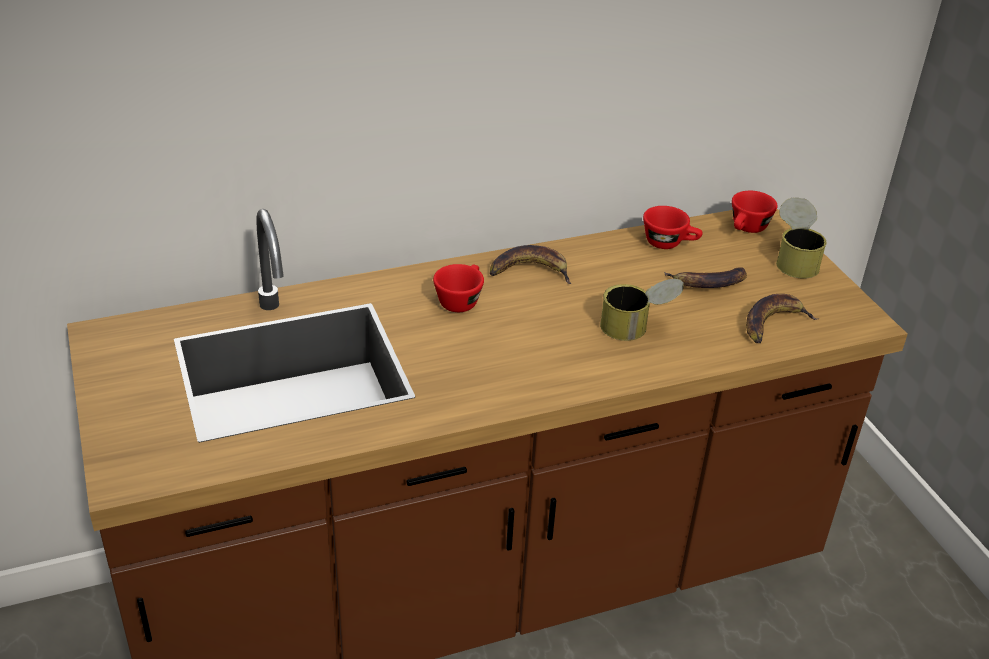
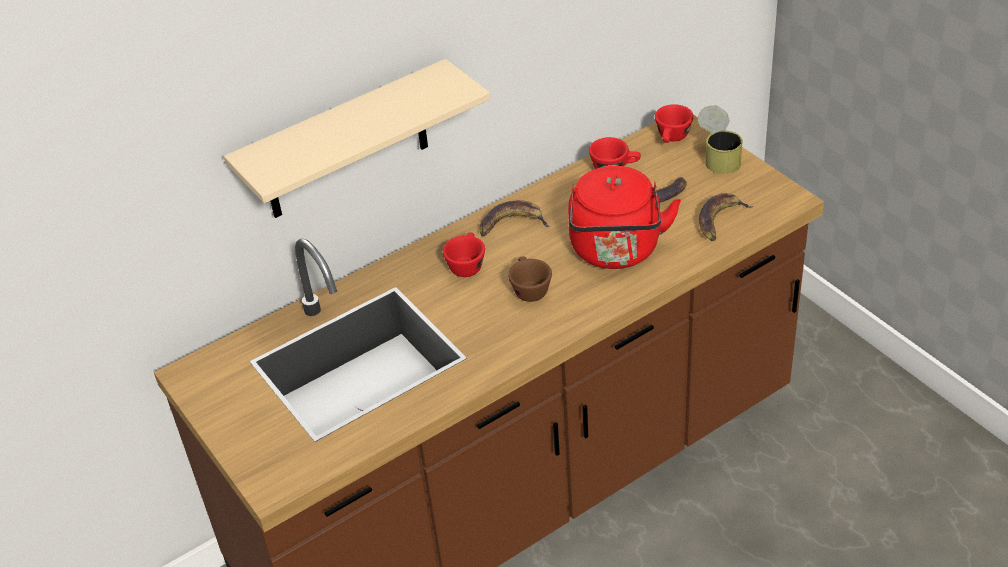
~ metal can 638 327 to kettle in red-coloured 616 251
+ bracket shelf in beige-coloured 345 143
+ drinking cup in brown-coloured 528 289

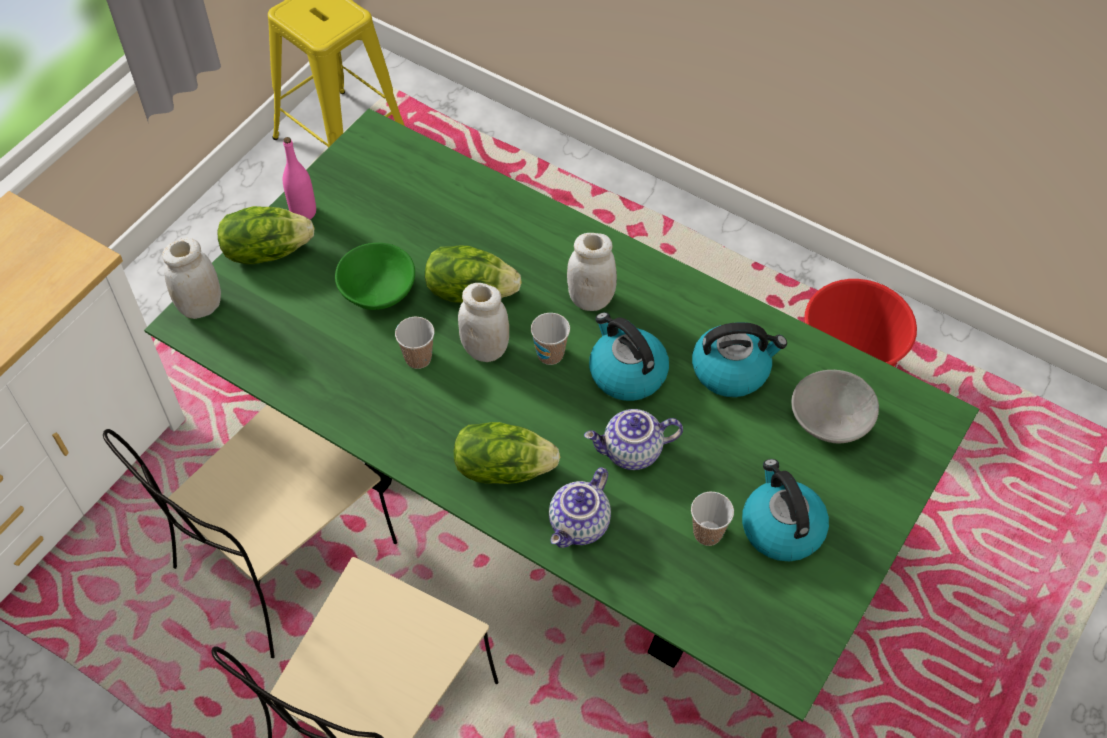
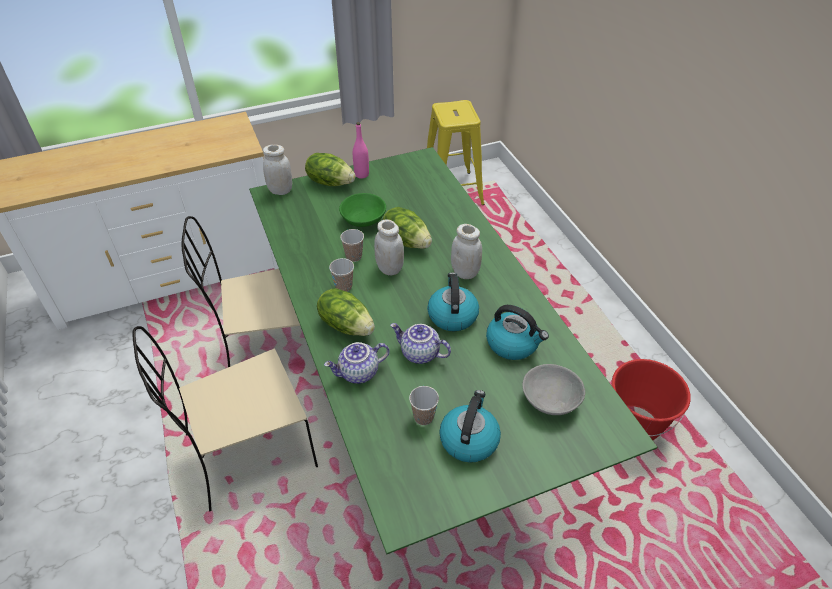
~ drinking cup 550 354 to 343 286

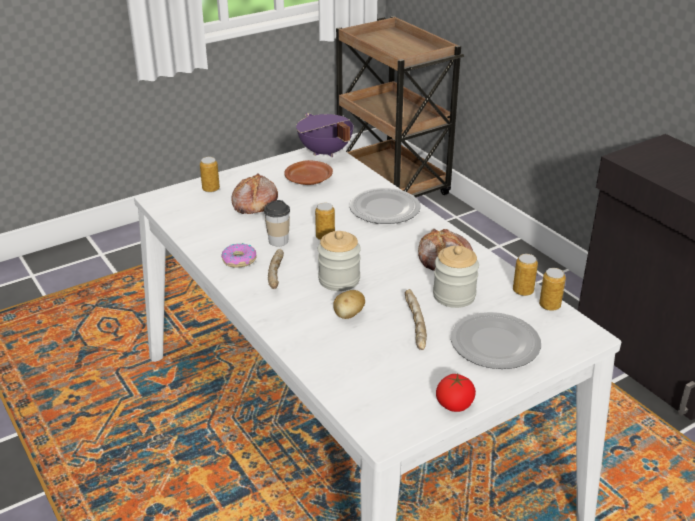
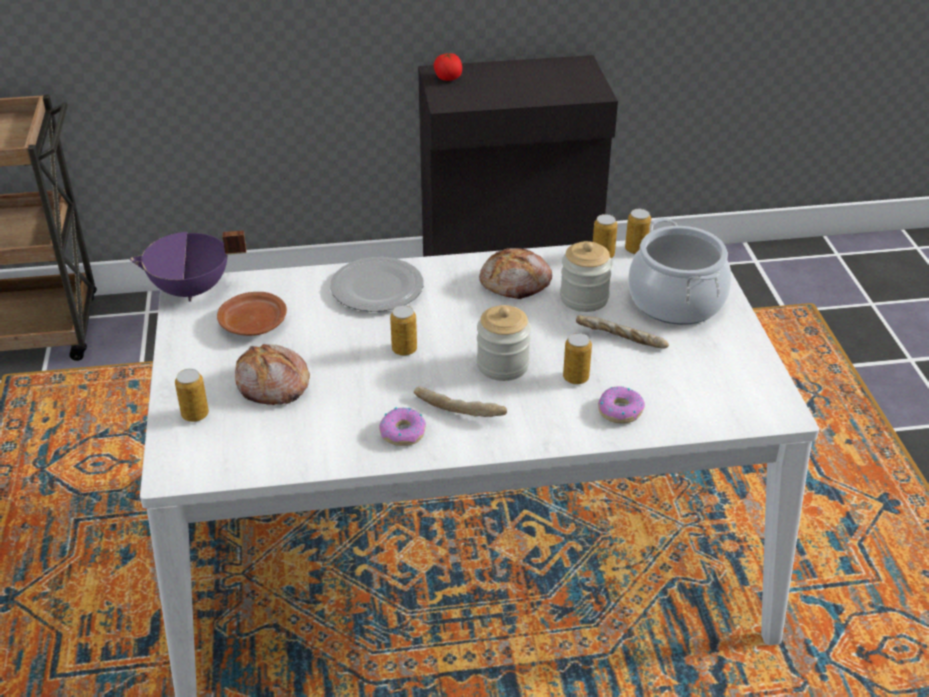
- drinking cup 278 241
~ whole potato 349 315 to metal can 575 378
~ flat dish 495 343 to stockpot 676 301
~ fresh tomato 454 405 to 448 78
+ ring doughnut 620 410

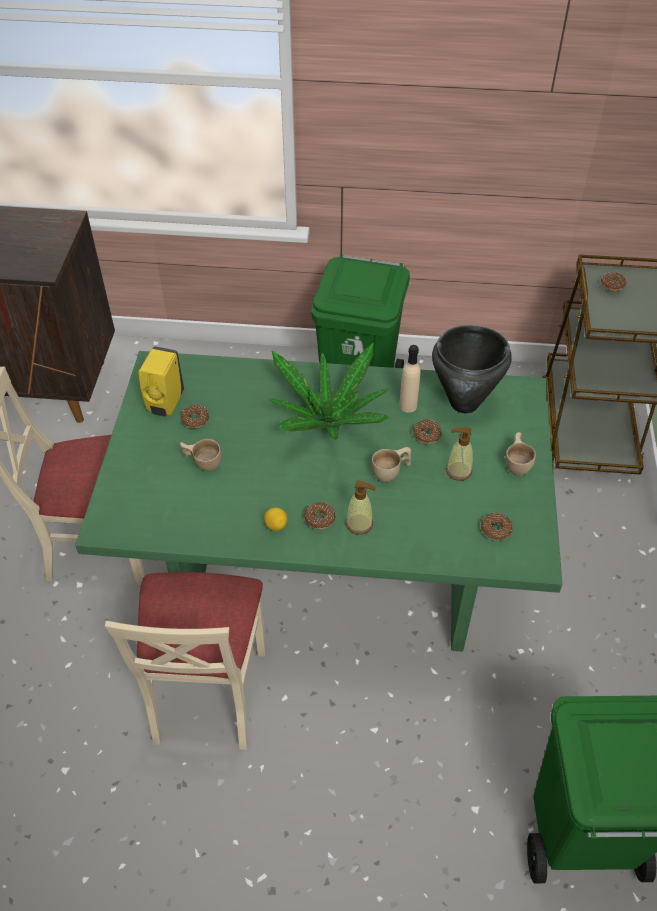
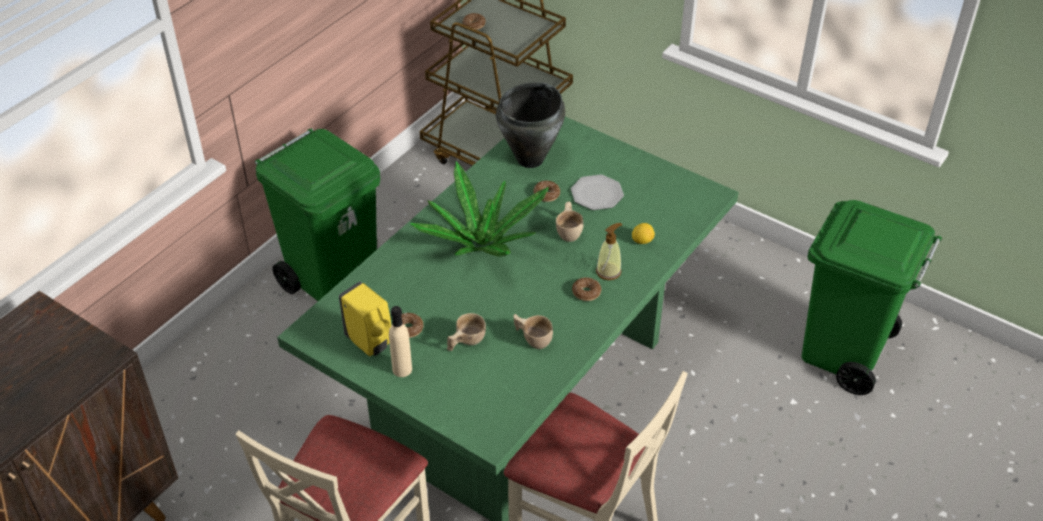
~ bottle in beige-coloured 408 406 to 402 369
~ soap bottle 458 471 to flat dish 597 194
~ drinking cup in beige-coloured 518 463 to 532 338
~ whole lemon 276 525 to 642 241
- ring doughnut 495 530

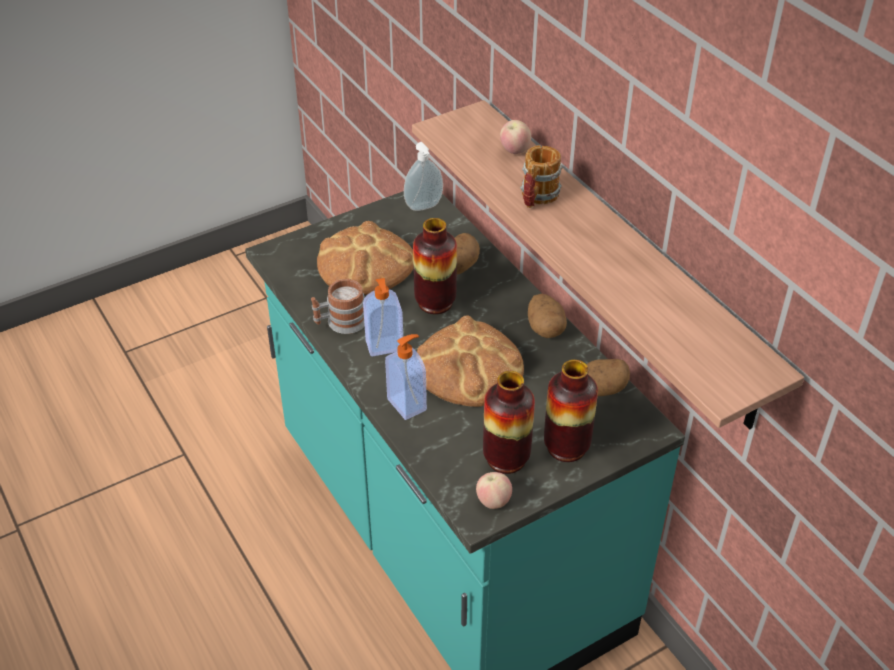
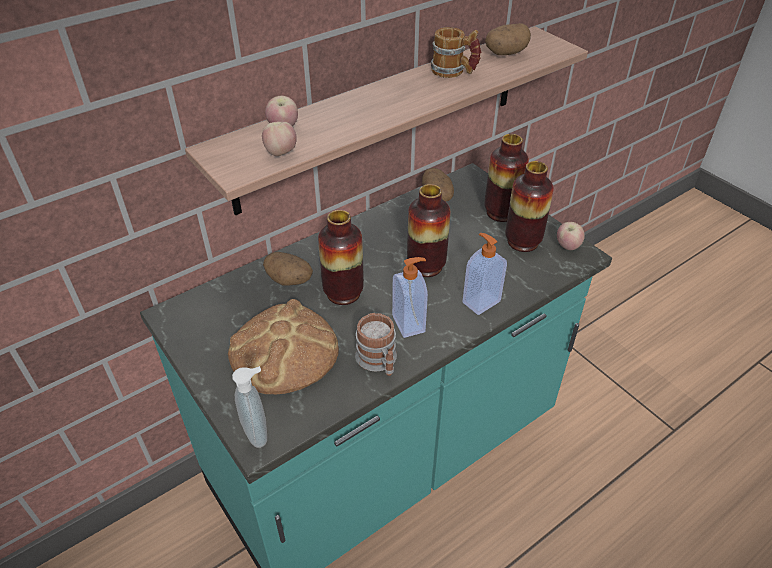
~ soap bottle 424 207 to 258 432
~ coffee mug 537 198 to 454 72
~ whole potato 545 328 to 505 53
~ baked bread 469 367 to vase 426 266
+ apple fruit 281 153

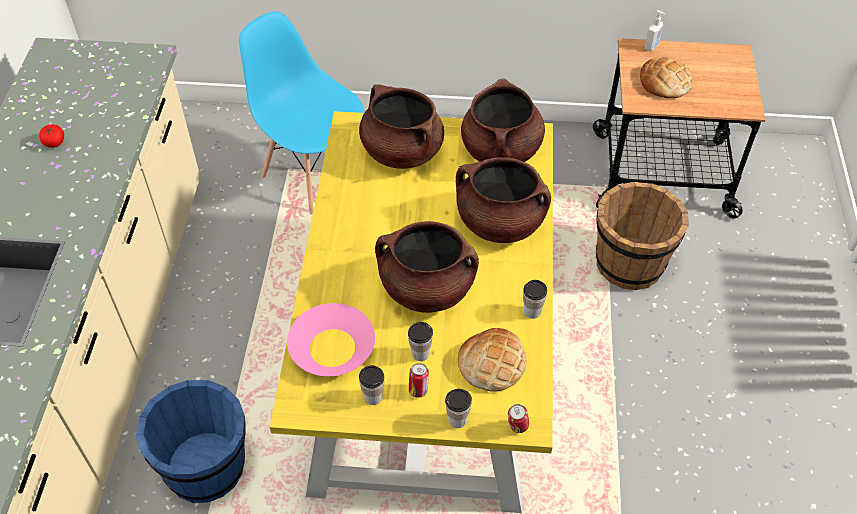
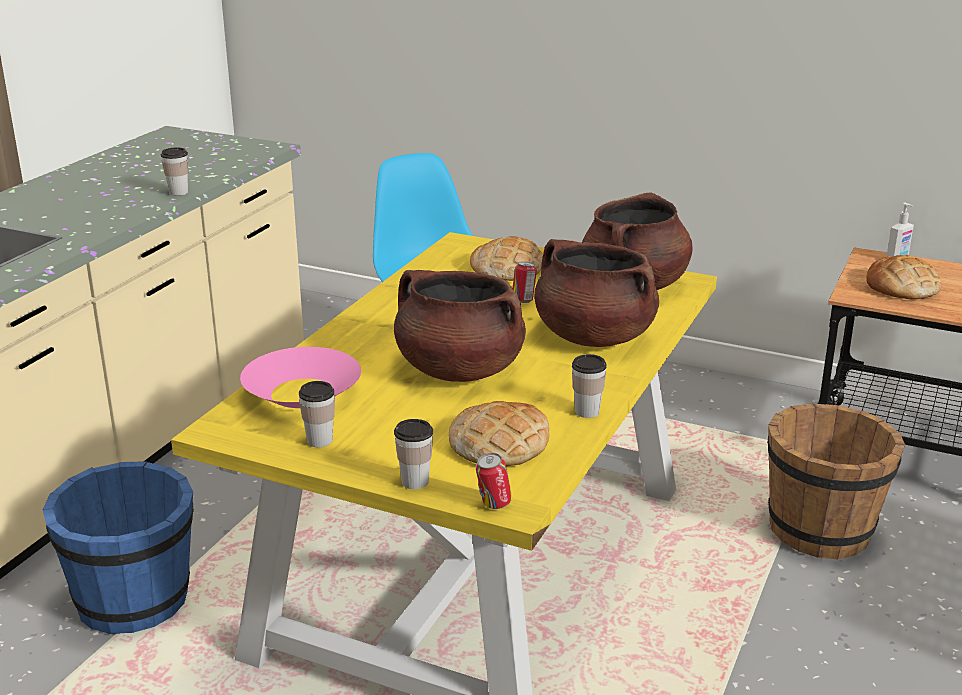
~ stockpot in brown-coloured 401 151 to baked bread 507 268
- fresh tomato 54 142
~ drinking cup 420 353 to 178 192
~ metal can 418 390 to 523 301

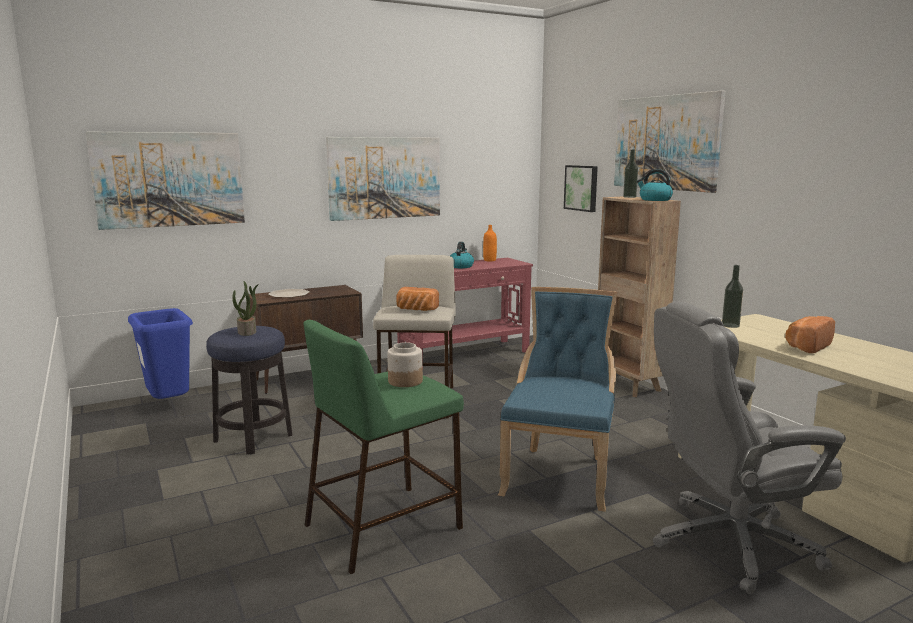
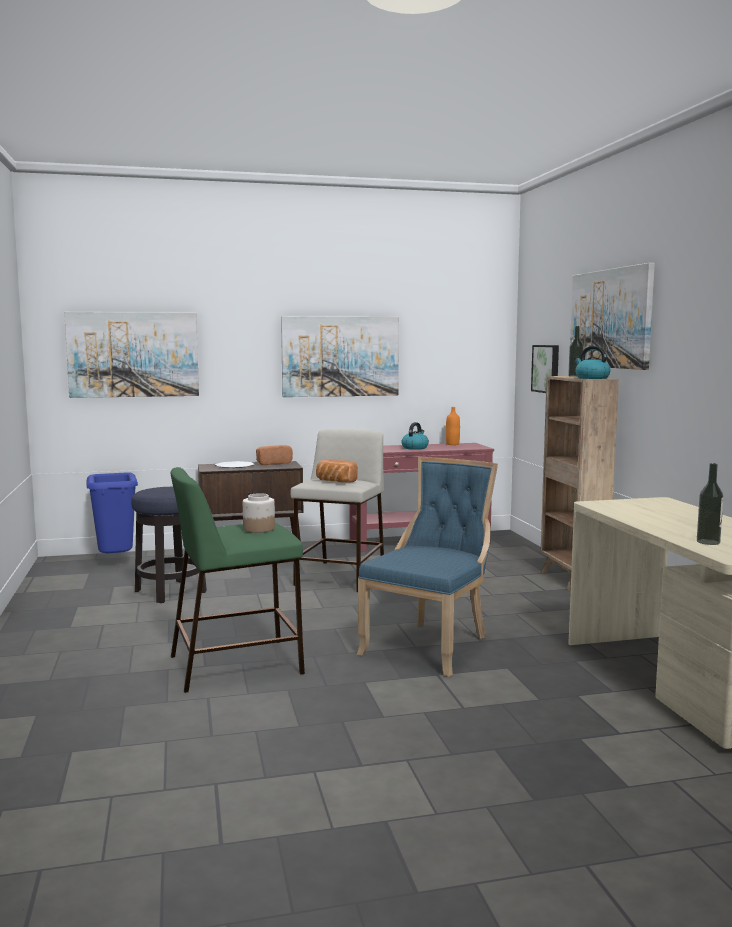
~ bottle 730 325 to 708 542
- houseplant 247 332
- office chair in gray 730 543
~ baked bread 806 346 to 272 463

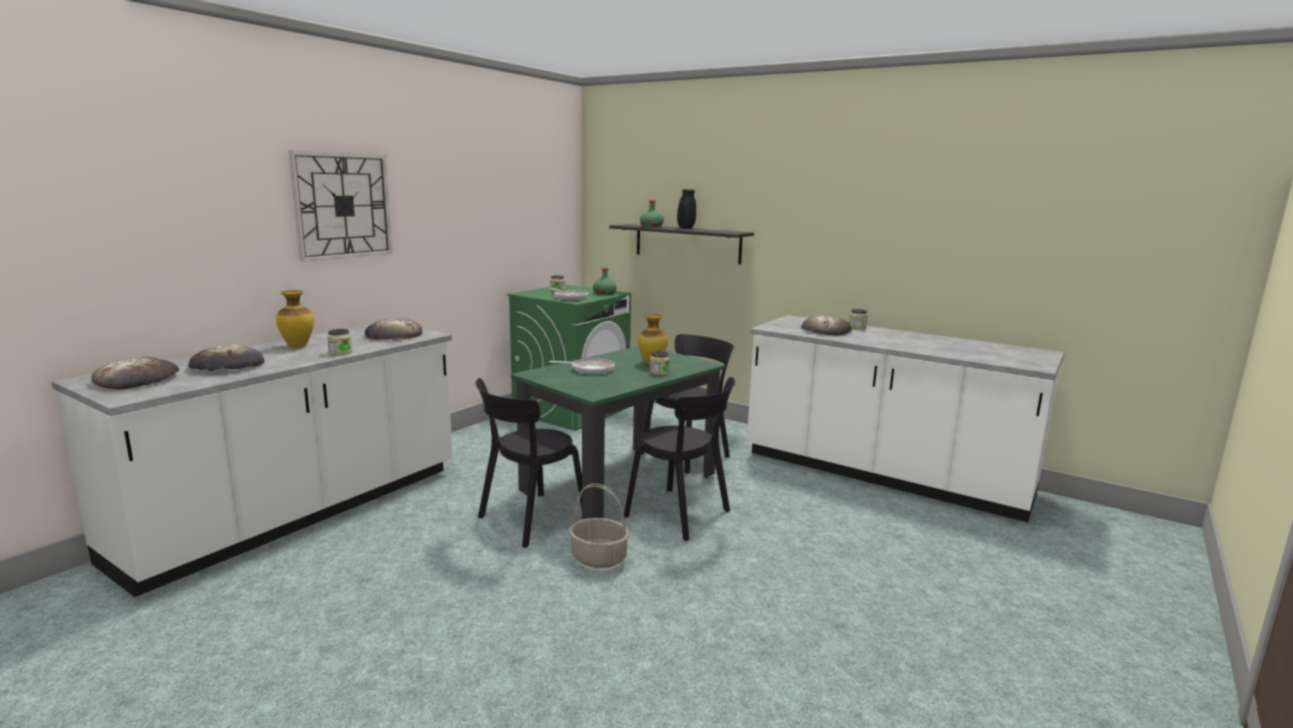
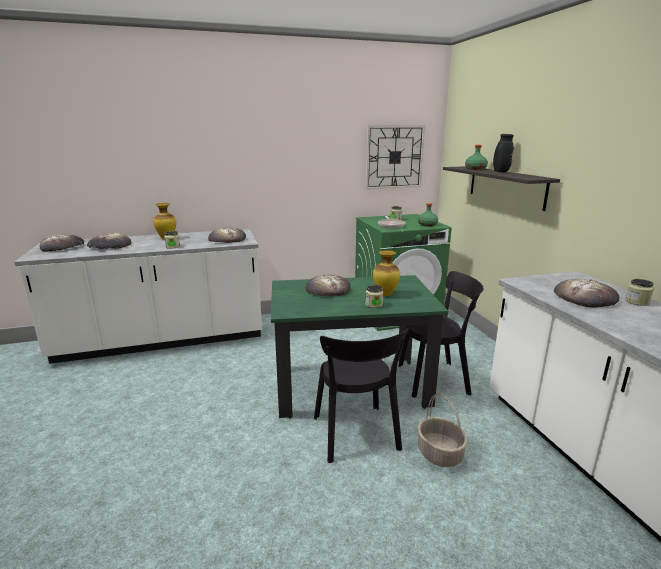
~ wall clock 343 206 to 394 157
~ pan 590 369 to baked bread 328 289
- plain chair in black-coloured 528 521
~ storage basket 599 558 to 440 454

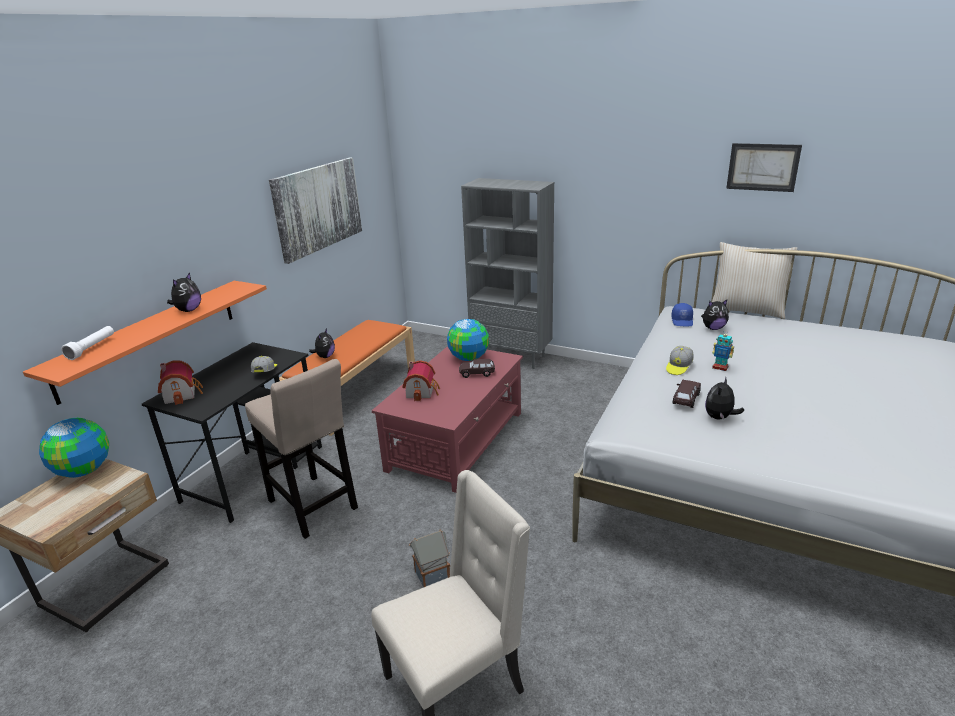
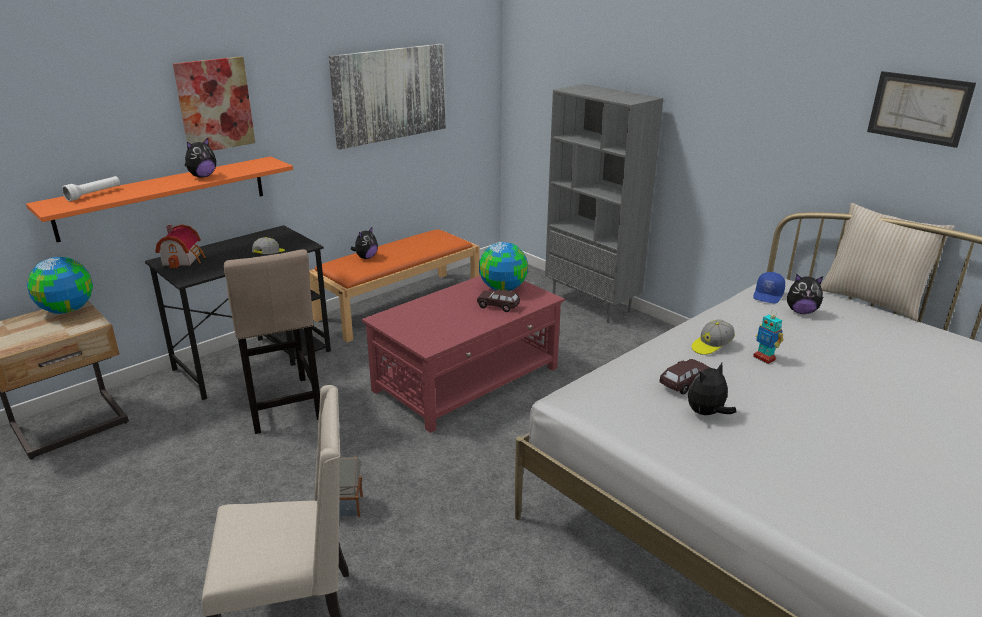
- miniature house 422 391
+ wall picture 215 104

